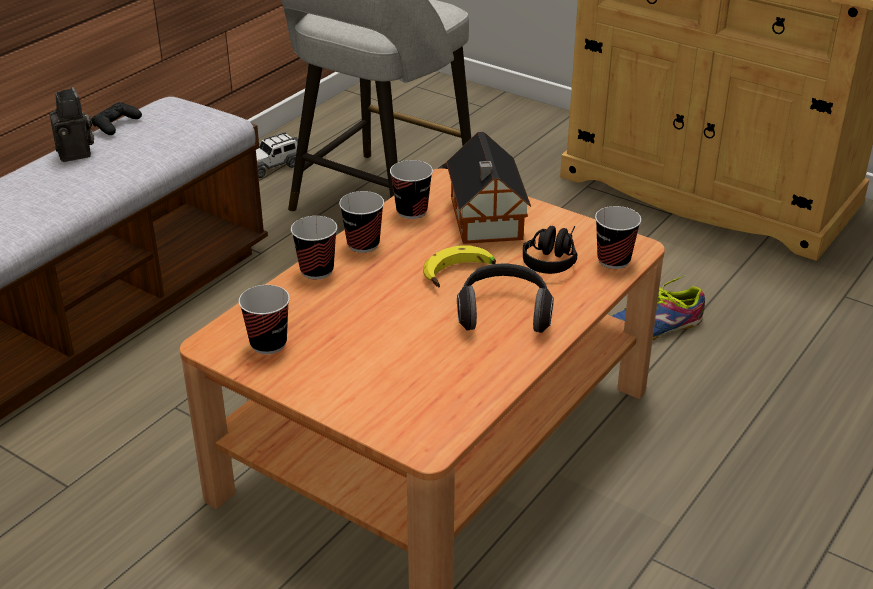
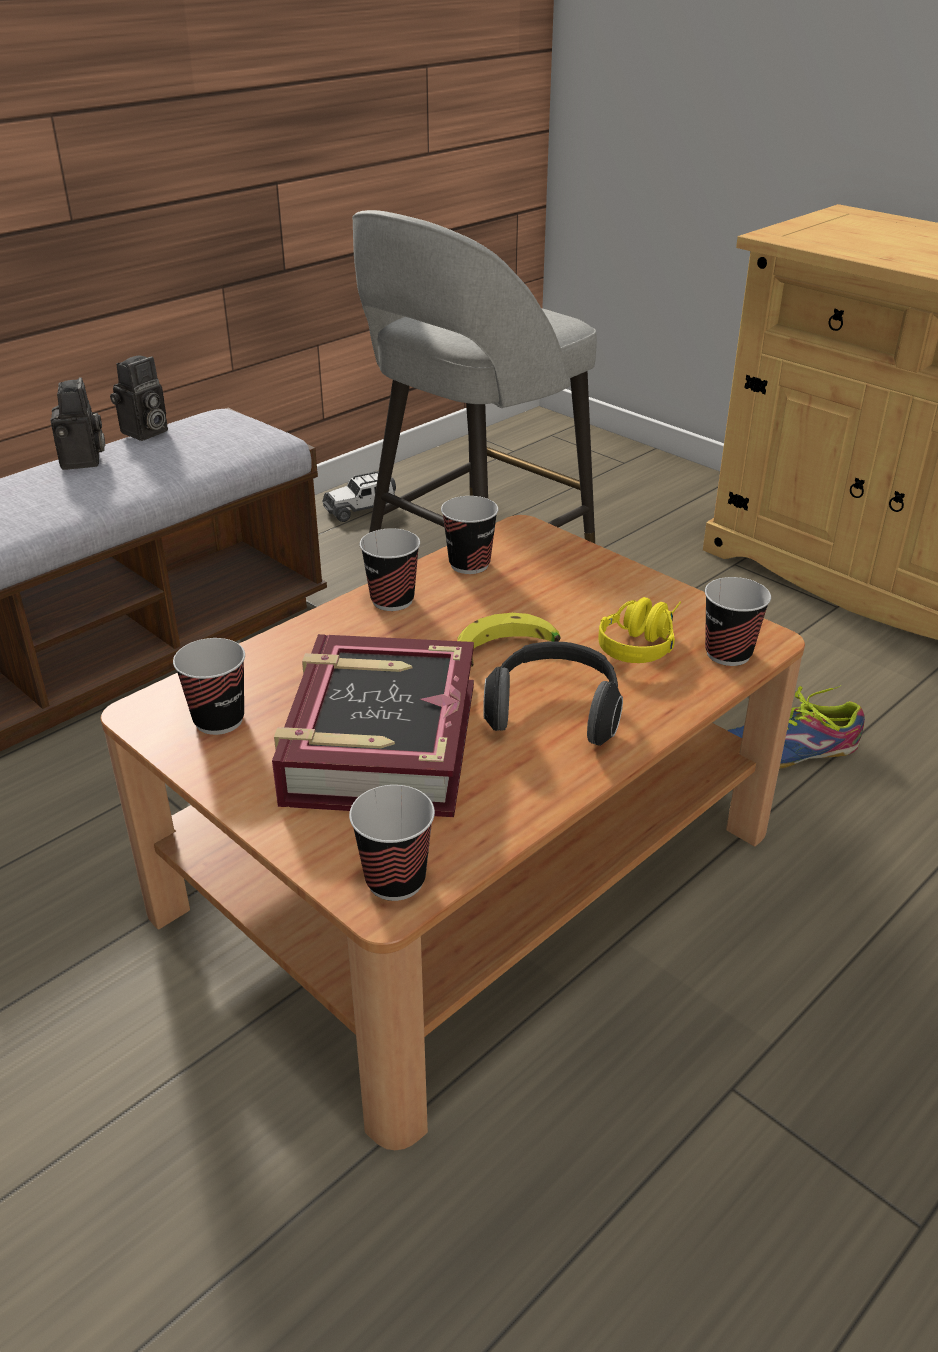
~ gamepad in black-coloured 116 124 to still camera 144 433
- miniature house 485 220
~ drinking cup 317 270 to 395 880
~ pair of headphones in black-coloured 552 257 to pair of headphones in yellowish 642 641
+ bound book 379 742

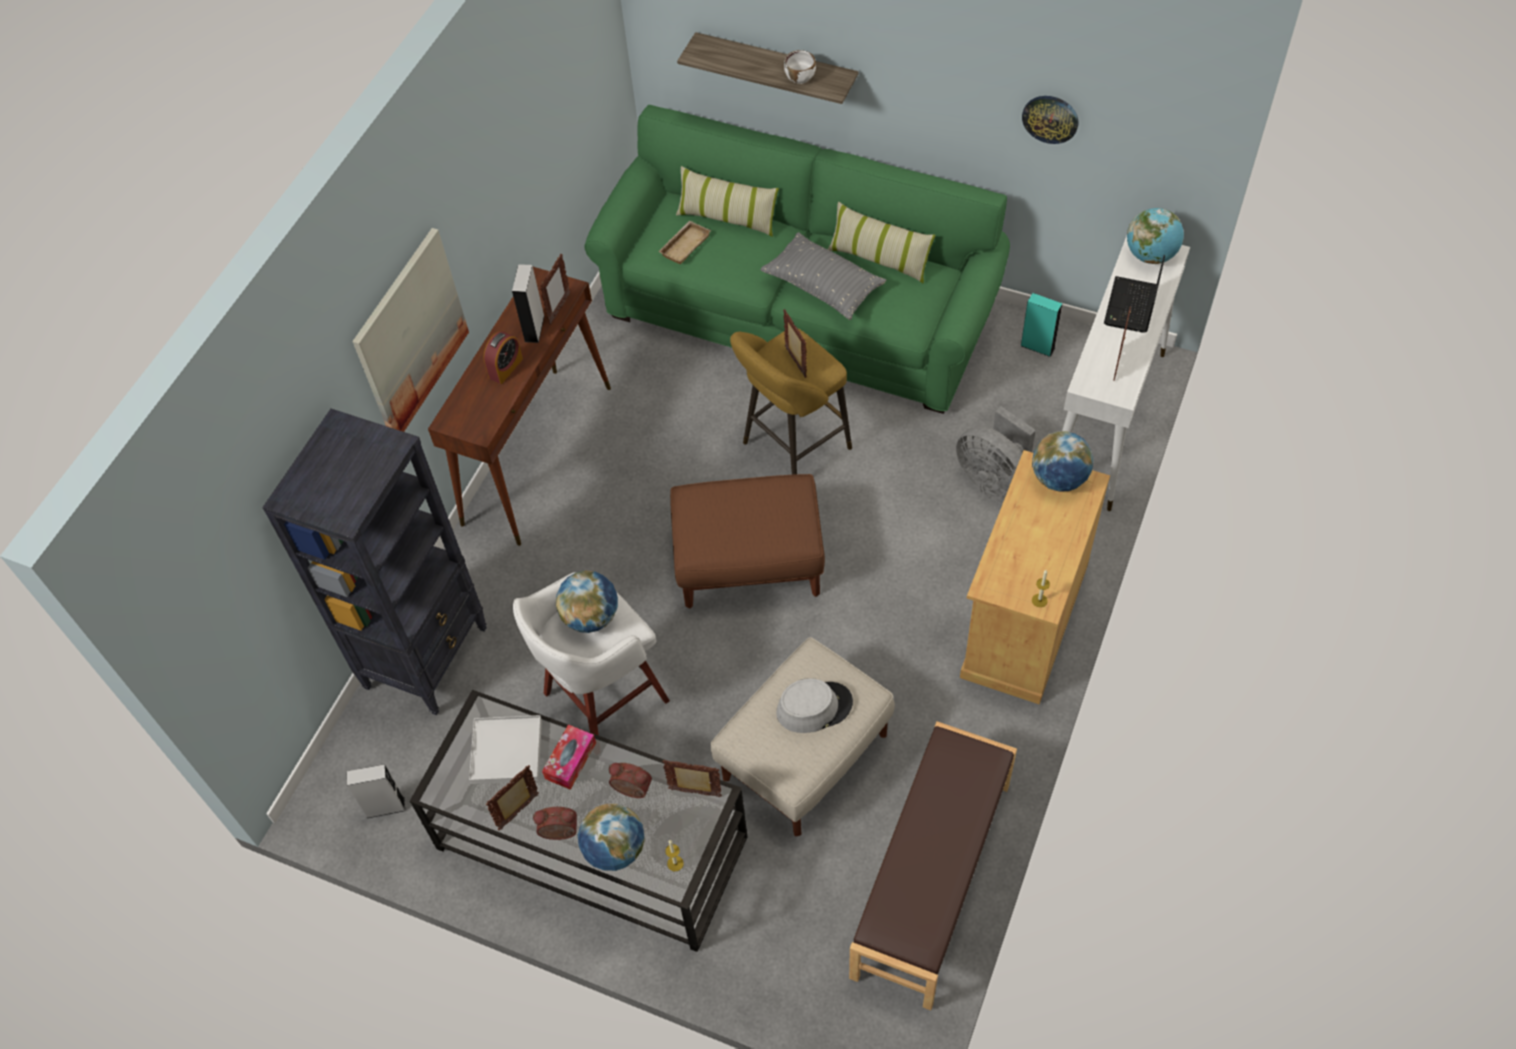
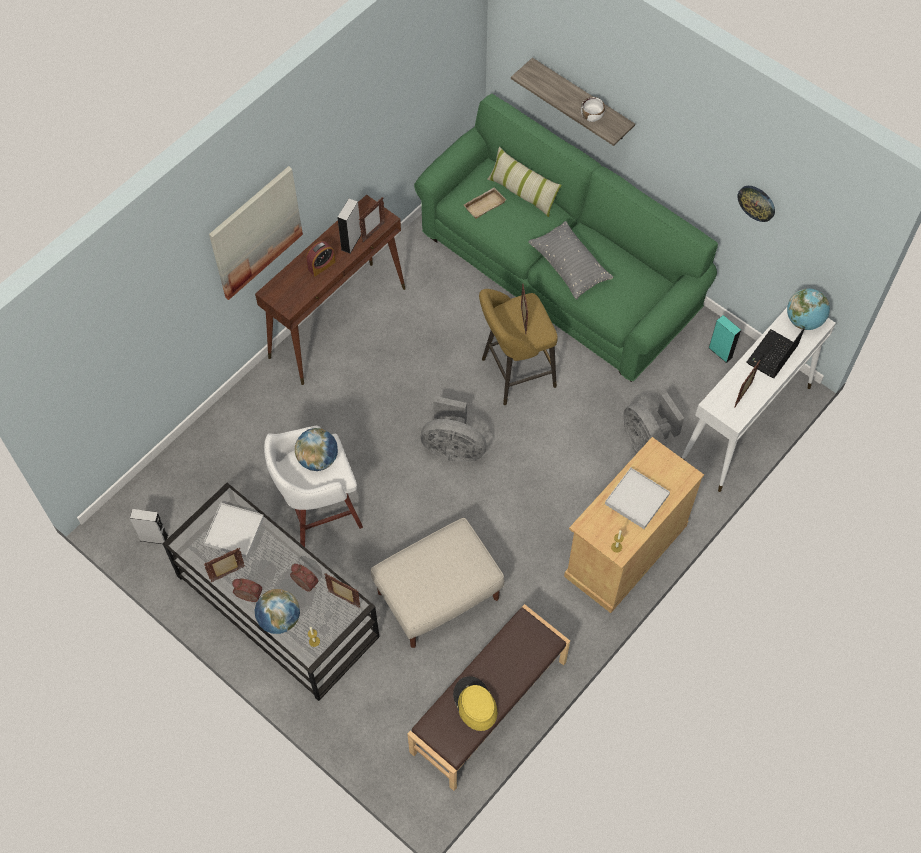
- throw pillow 879 259
- shelving unit in black-coloured 427 656
- world globe 1059 479
~ ottoman in brown-coloured 750 563 to electric fan in gray 453 448
- hat in gray 814 707
- tissue holder 570 760
+ tray in white 637 499
+ hat in yellowish 474 704

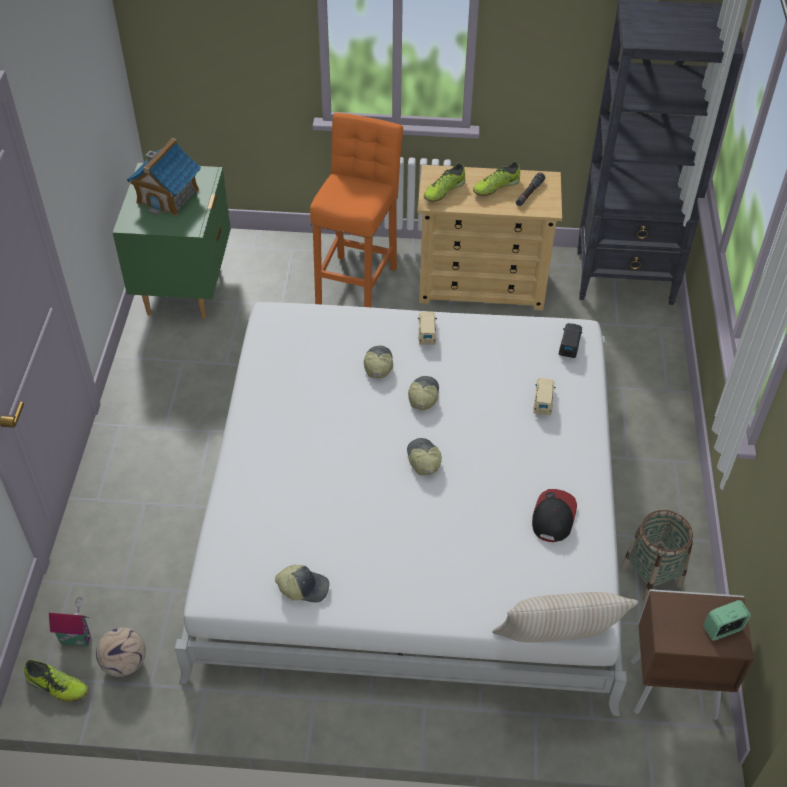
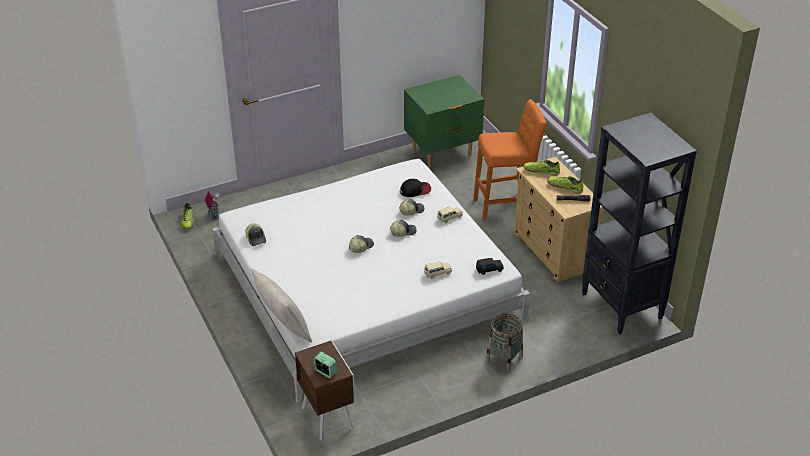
- miniature house 168 196
~ baseball cap 553 516 to 415 190
~ storage basket 652 576 to 504 359
- football ball 124 663

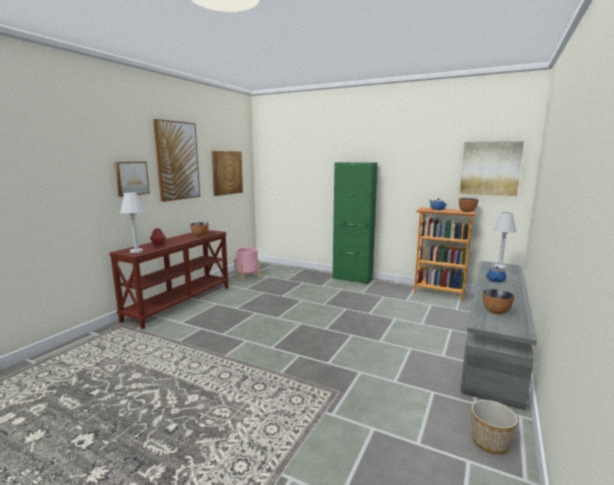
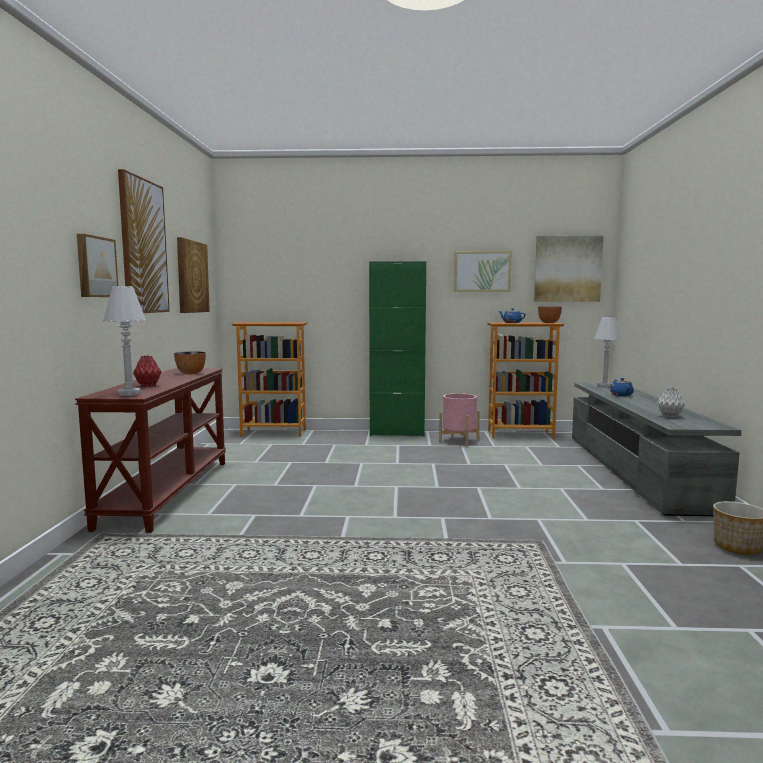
~ planter in pinkish 247 278 to 459 441
~ bowl 496 312 to vase in gray 670 416
+ wall picture 482 271
+ shelving unit 274 432

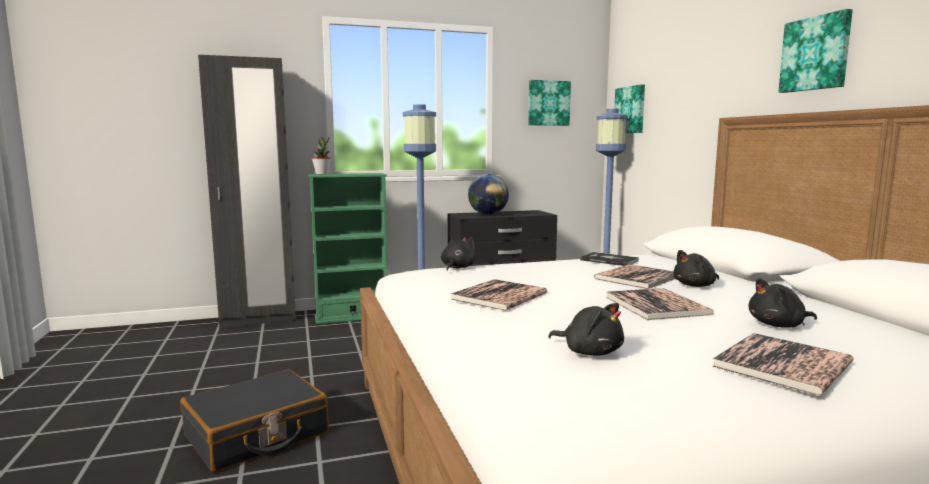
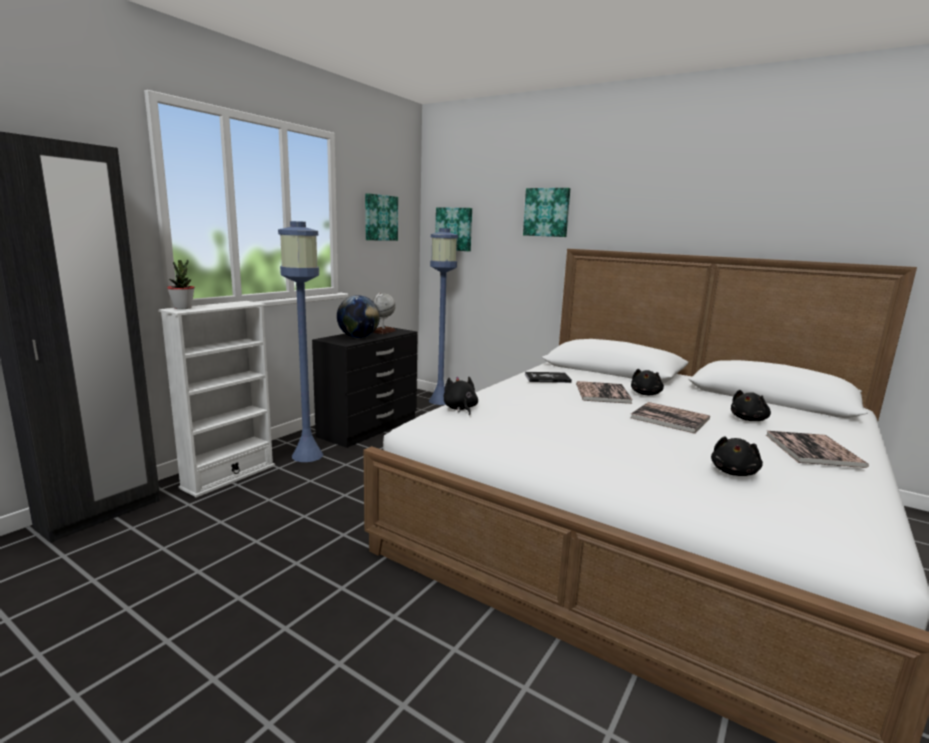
~ wall picture 816 53 to 547 212
~ shelving unit in green-coloured 352 317 to shelving unit in white 229 476
- bound book 499 296
~ cuddly toy in black-coloured 590 352 = 734 472 120 degrees clockwise
- suitcase in black-coloured 257 435
+ world globe 383 331

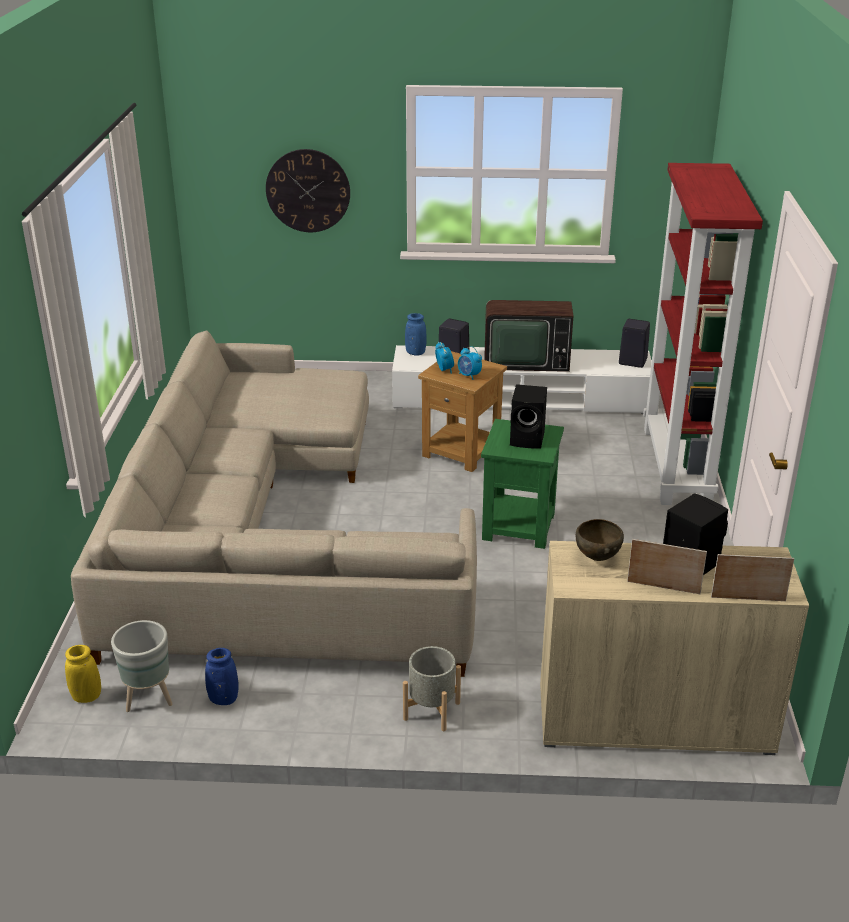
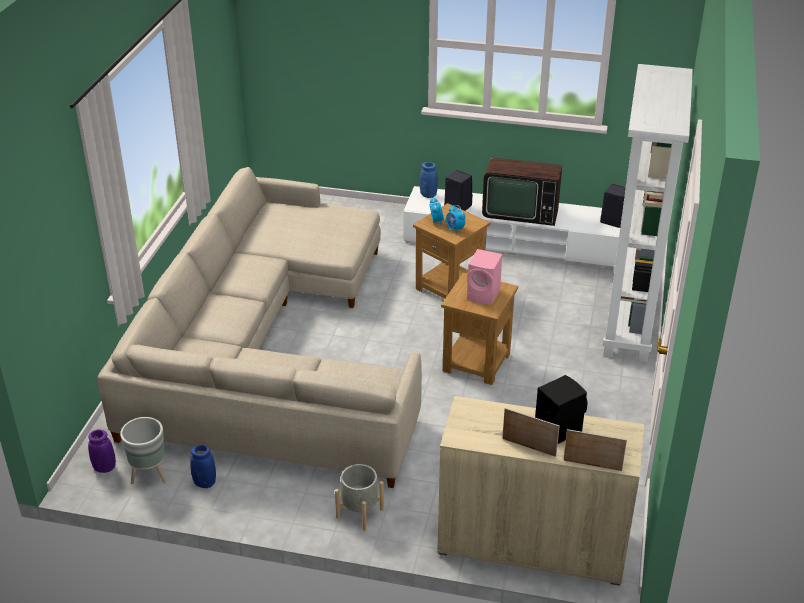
- wall clock 308 191
~ shelving unit in red-coloured 678 466 to shelving unit in white 630 321
~ speaker in black-coloured 528 439 to speaker in pinkish 484 294
~ side table in green-coloured 518 527 to side table in brown-coloured 476 363
- bowl in brown-coloured 597 557
~ vase in yellowish 86 696 to vase in purple 104 468

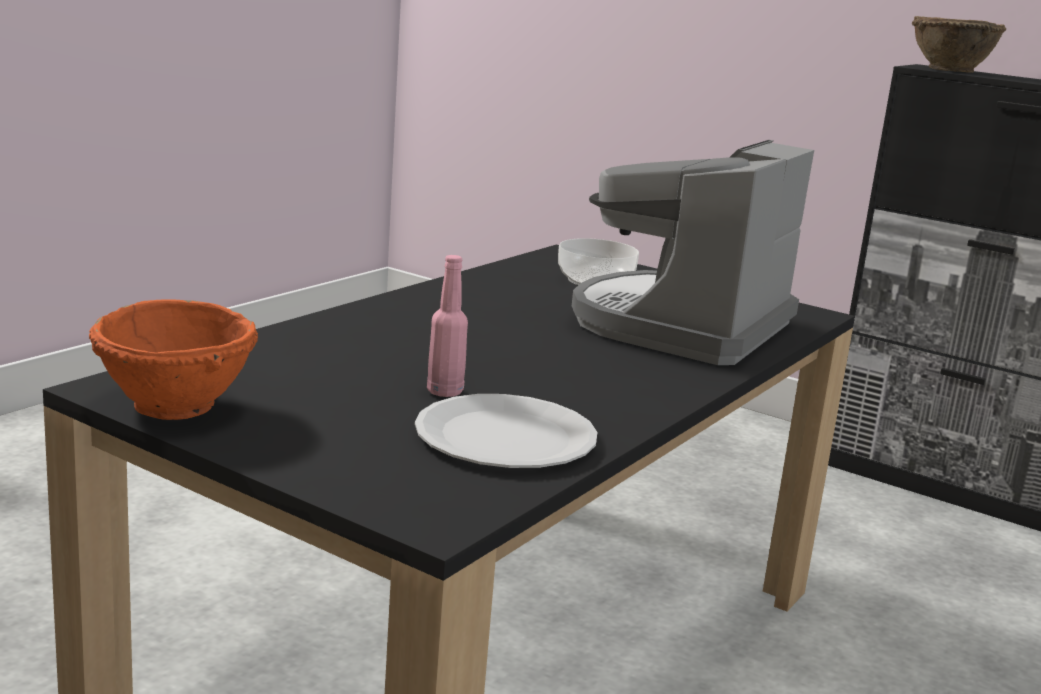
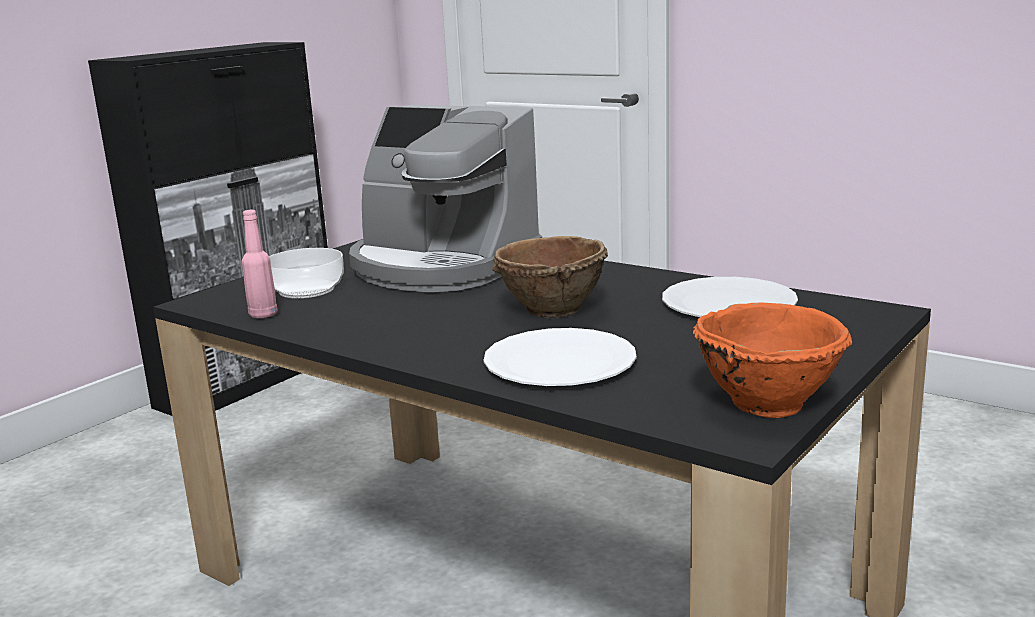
~ bowl in brown-coloured 949 70 to 551 310
~ bottle in pinkish 444 391 to 263 315
+ flat dish in white 559 362

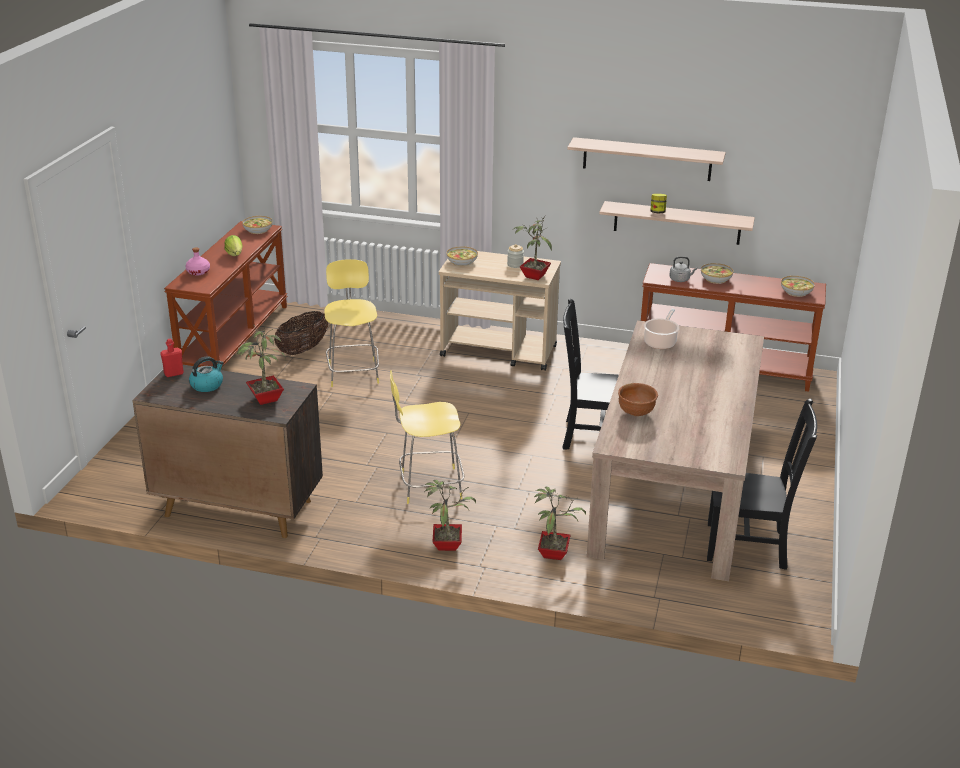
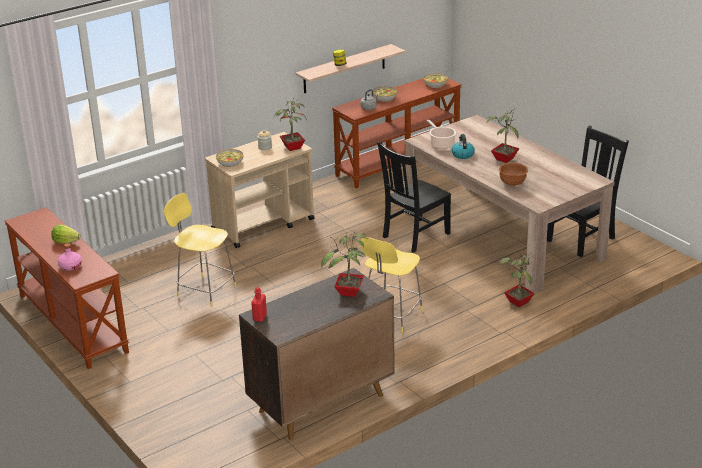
- bracket shelf 647 159
- bowl 257 230
- storage basket 303 349
~ kettle 207 385 to 462 154
~ houseplant 447 544 to 503 159

